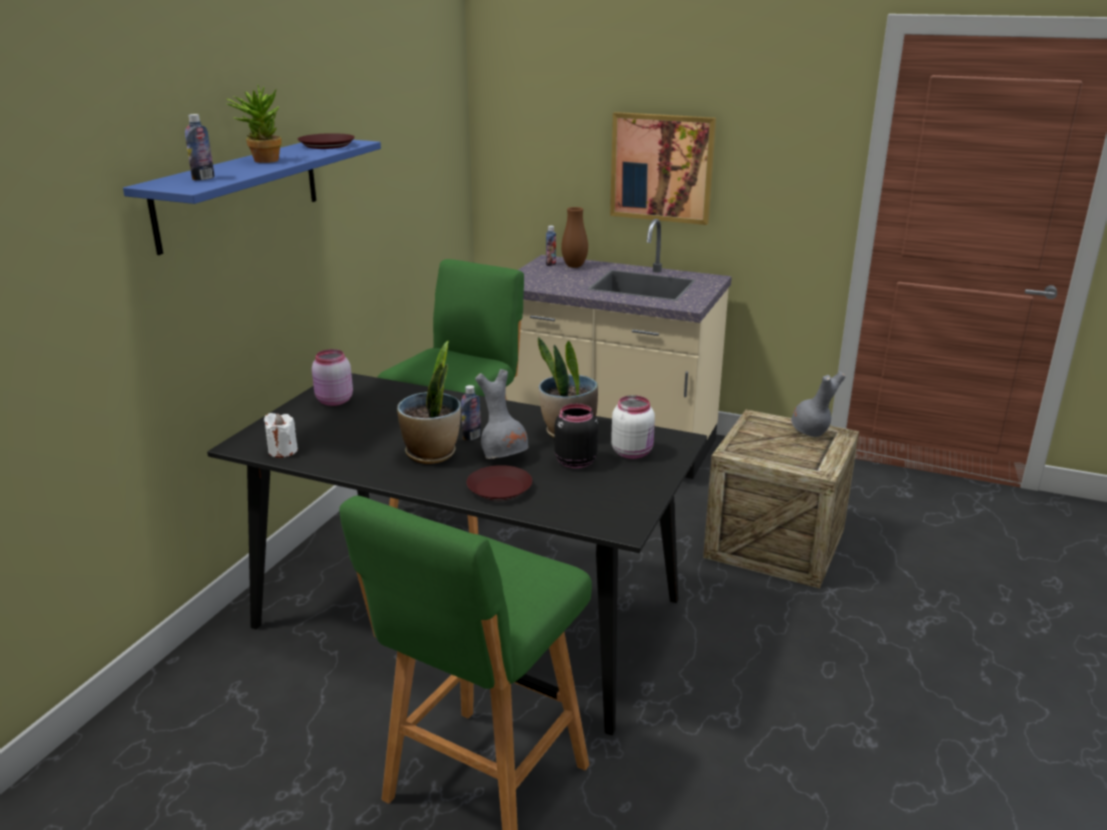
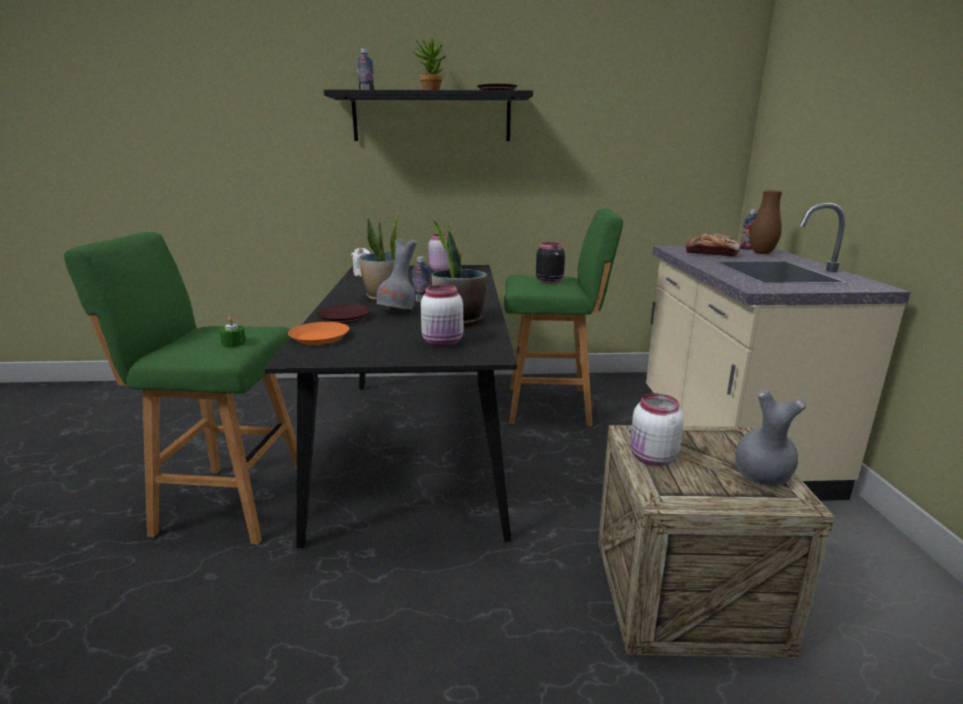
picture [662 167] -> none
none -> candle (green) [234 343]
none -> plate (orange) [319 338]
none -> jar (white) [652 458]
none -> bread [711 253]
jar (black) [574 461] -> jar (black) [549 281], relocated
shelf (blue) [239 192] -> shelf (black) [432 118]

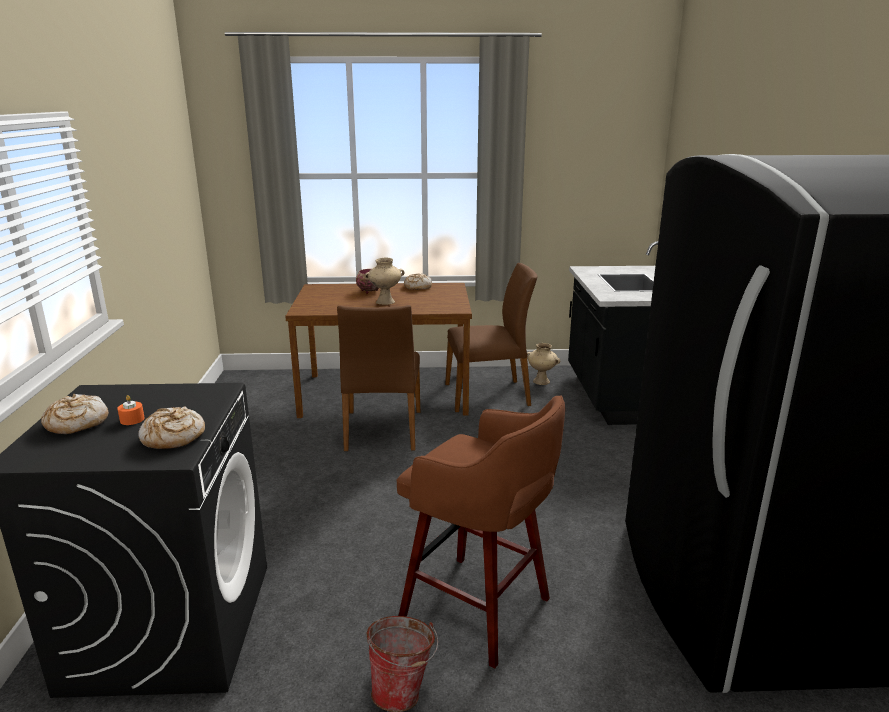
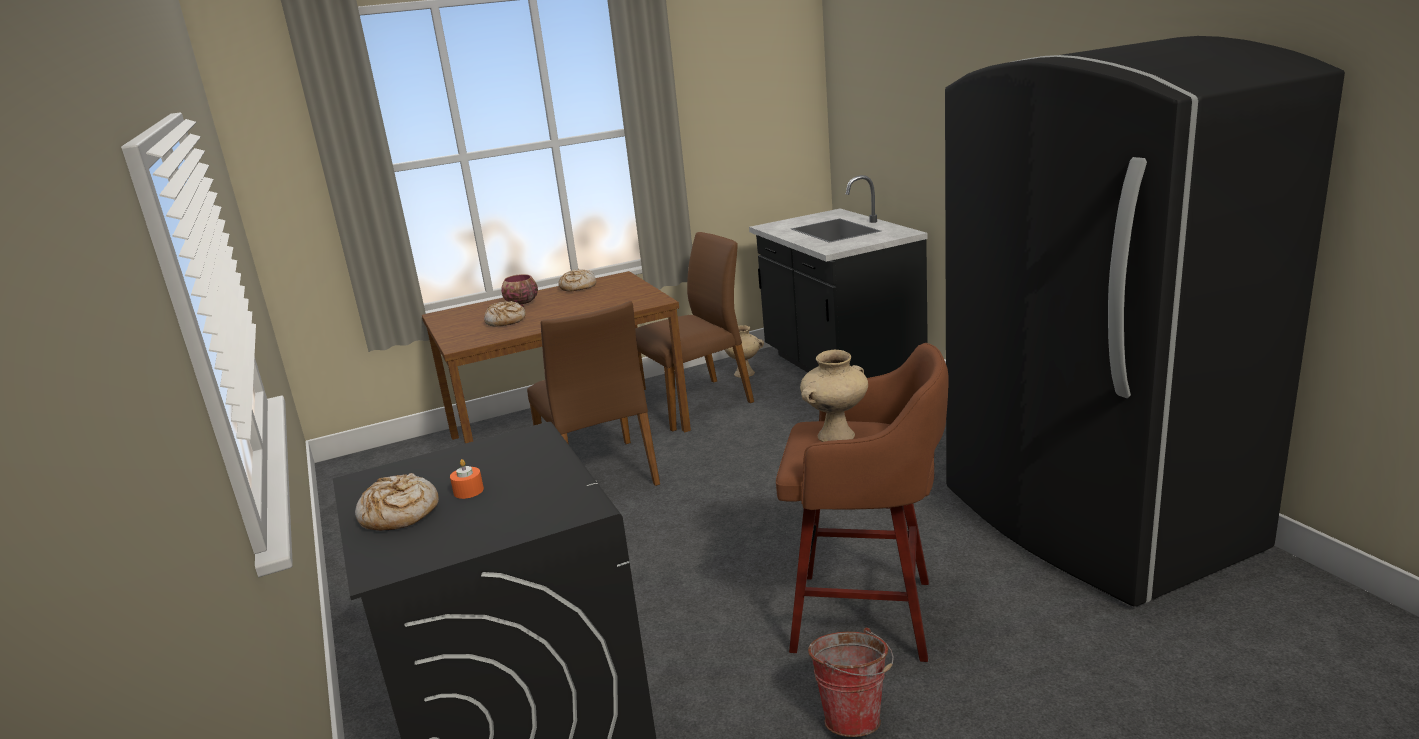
bread [173 437] -> bread [505 321], relocated
vase (beige) [385 302] -> vase (beige) [836 436], relocated

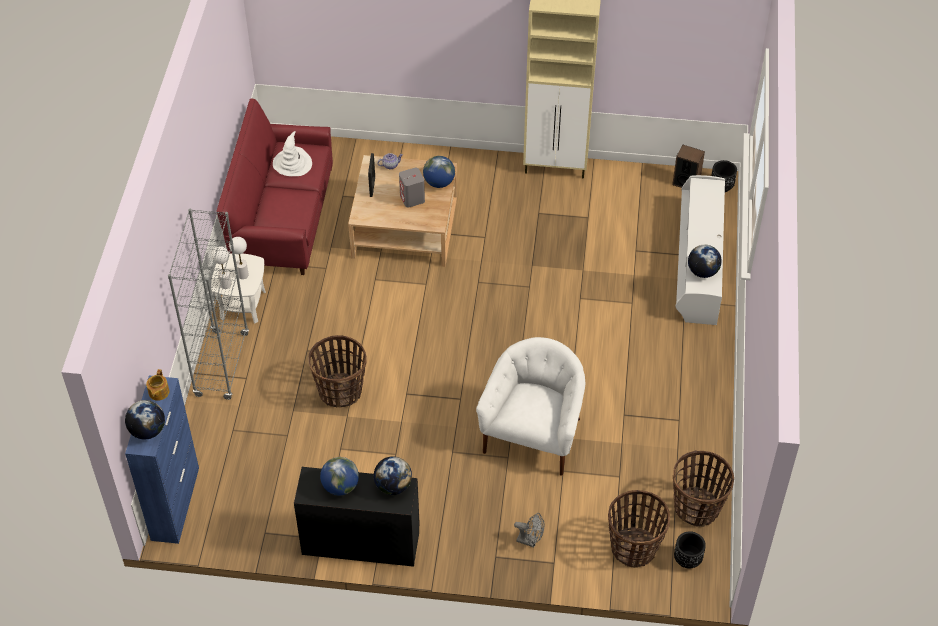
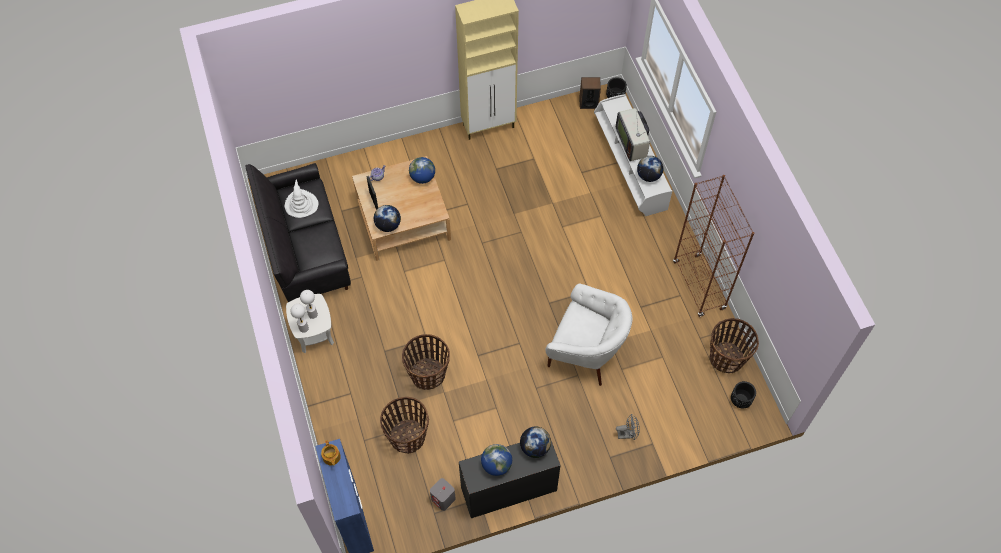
bookcase (grey) [222 365] -> none
none -> television [632 142]
none -> bookcase (brown) [699 286]
globe [147 431] -> globe [388 225], relocated
speaker (grey) [412 199] -> speaker (grey) [443 499], relocated
basket [634 547] -> basket [407 436], relocated
sofa (red) [282 219] -> sofa (black) [305 249]
armchair (white) [533 435] -> armchair (white) [586 350], 120 degrees clockwise

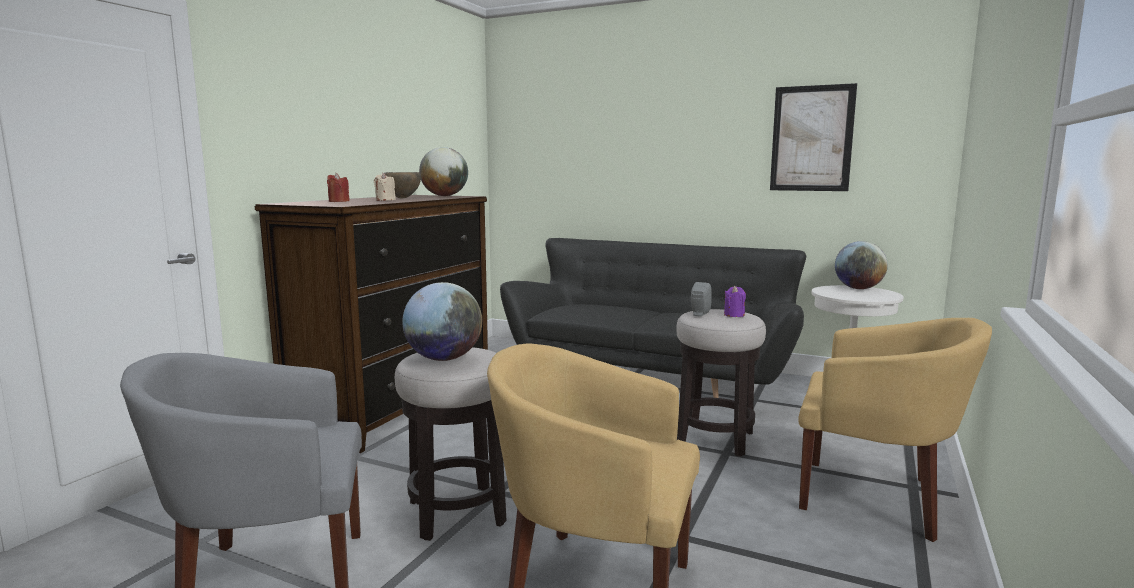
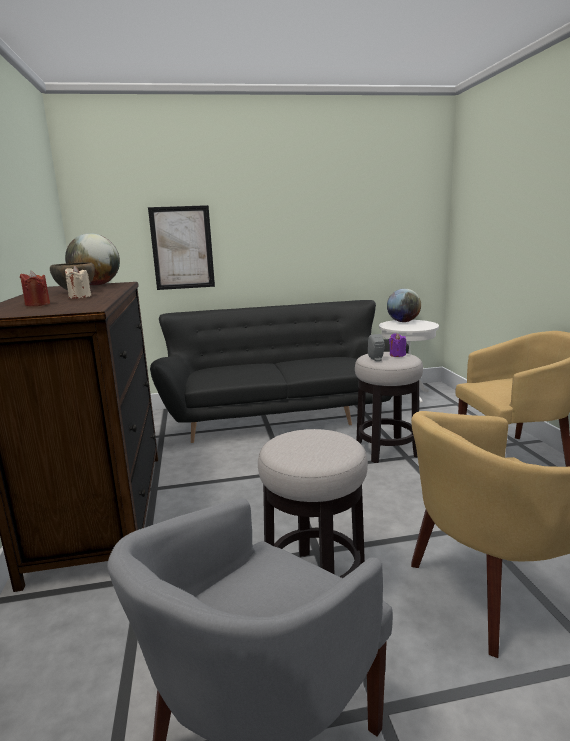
globe [444 359] -> none
picture [812 138] -> picture [182 248], relocated

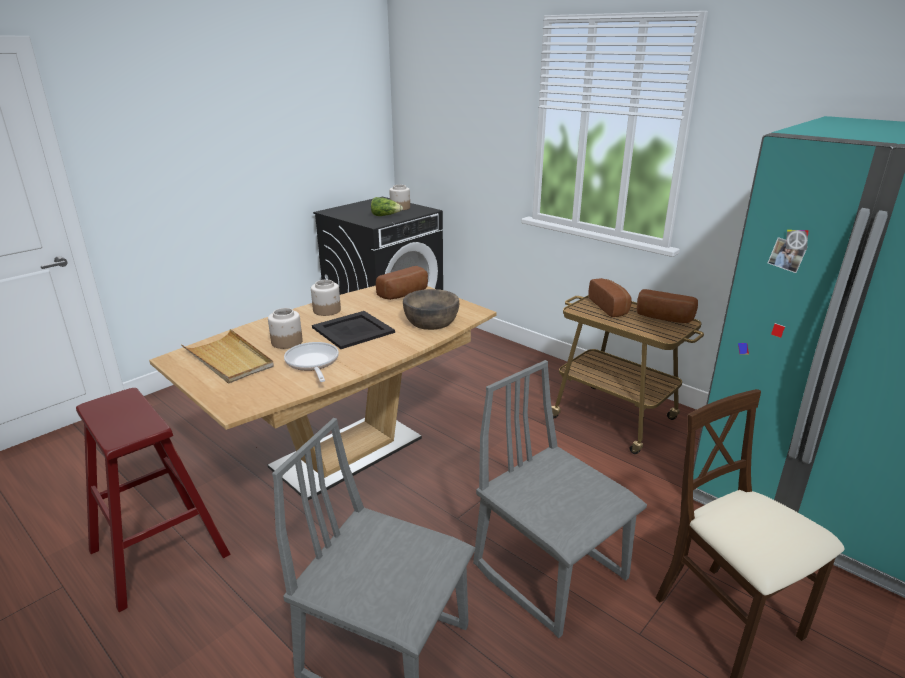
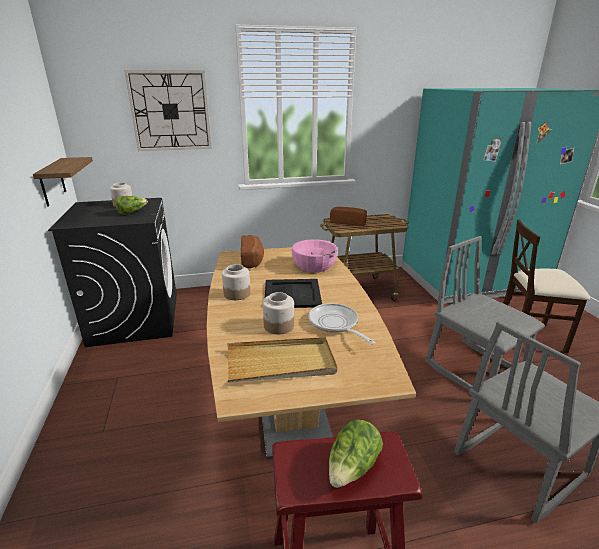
bread [663 318] -> none
none -> shelf [52 182]
none -> wall clock [170 111]
none -> lettuce [353 467]
bowl (brown) [431 321] -> bowl (pink) [314 265]
frying pan [312 363] -> frying pan [335 324], 45 degrees clockwise
chair (grey) [551 571] -> chair (grey) [474 369], 60 degrees clockwise

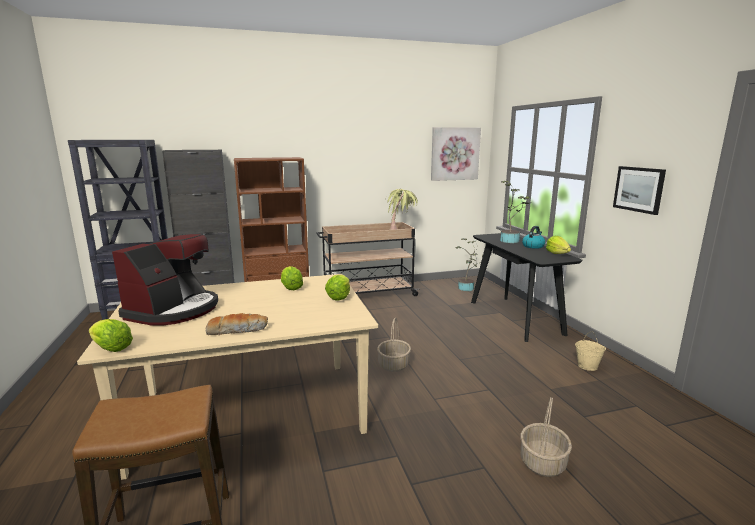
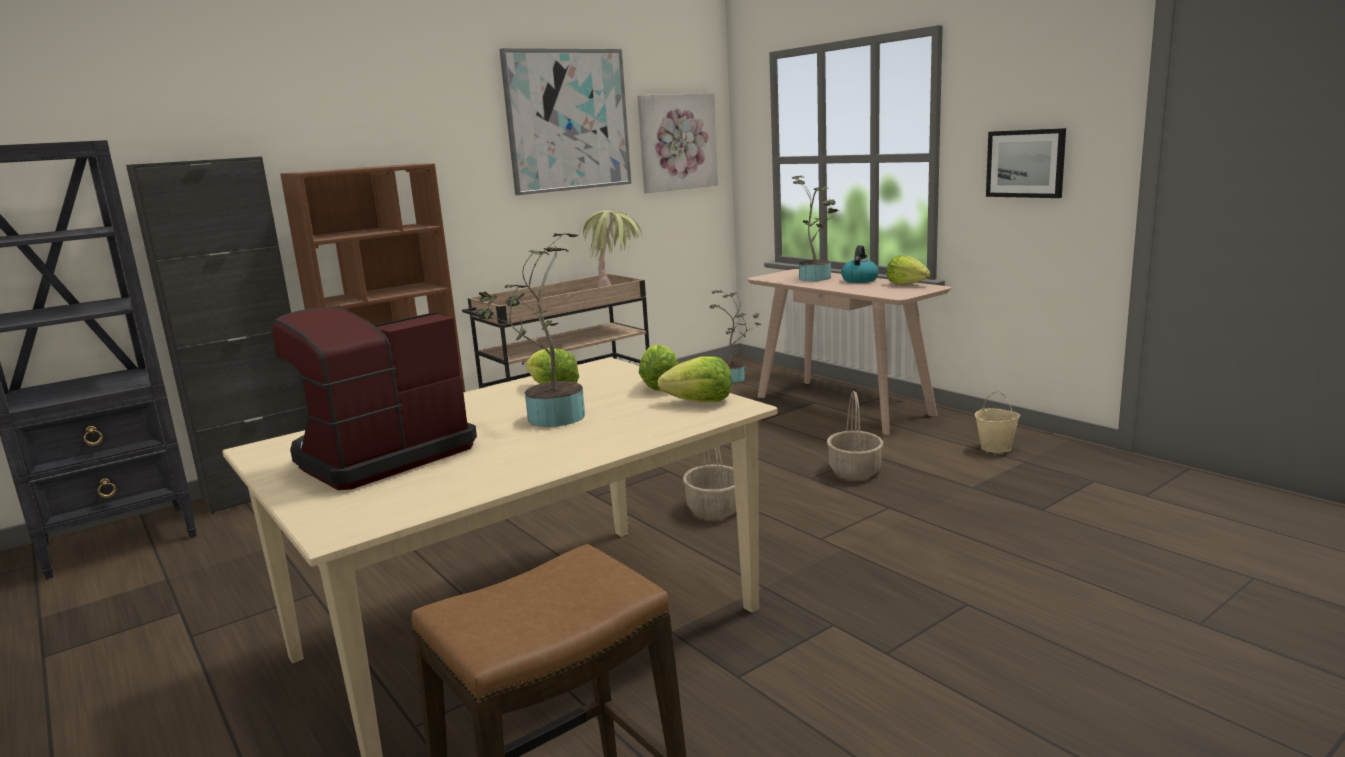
bread [238 330] -> none
none -> potted plant [549 418]
none -> picture [567 120]
lettuce [111 348] -> lettuce [700 402], relocated
basket [542 462] -> basket [854 470], relocated
console table (black) [515 317] -> console table (beige) [843 405]
coffee machine [174 310] -> coffee machine [380 455], 135 degrees counterclockwise

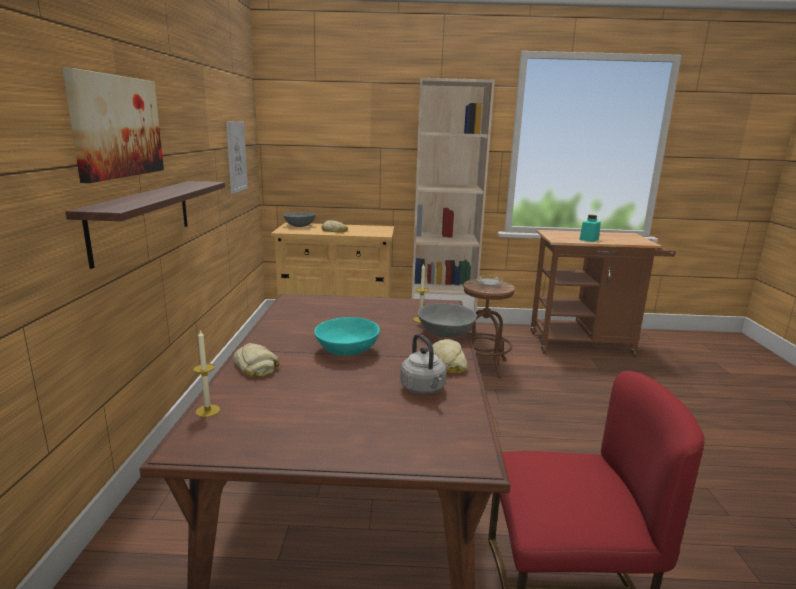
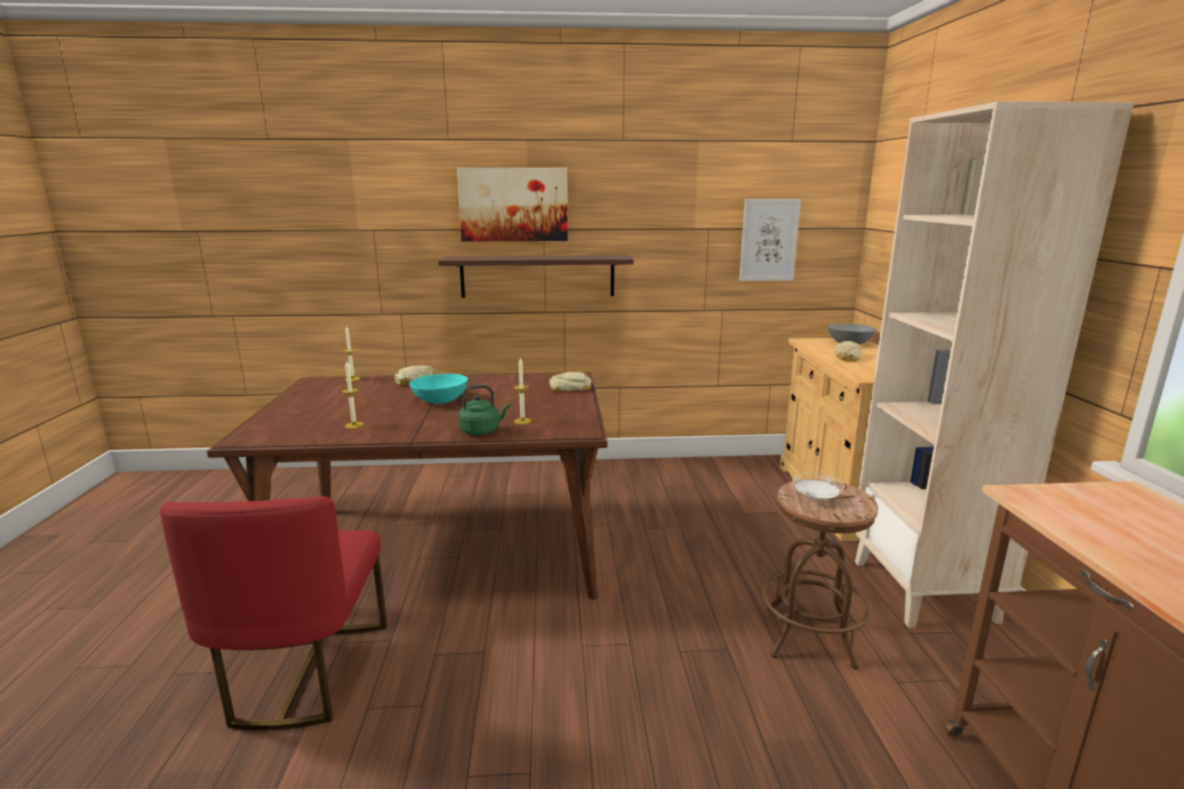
jar (turquoise) [589 239] -> none
bread [447 363] -> bread [569 388], relocated
kettle (grey) [424 389] -> candle [354 425]
bowl (grey) [445 333] -> kettle (green) [482 431]

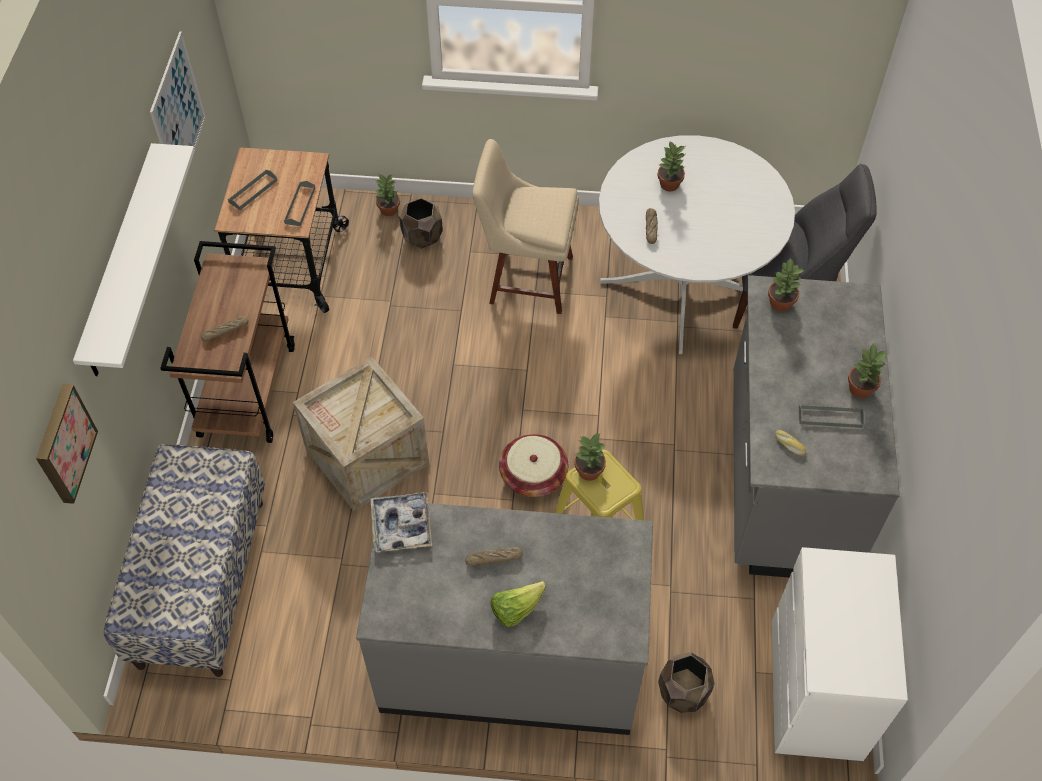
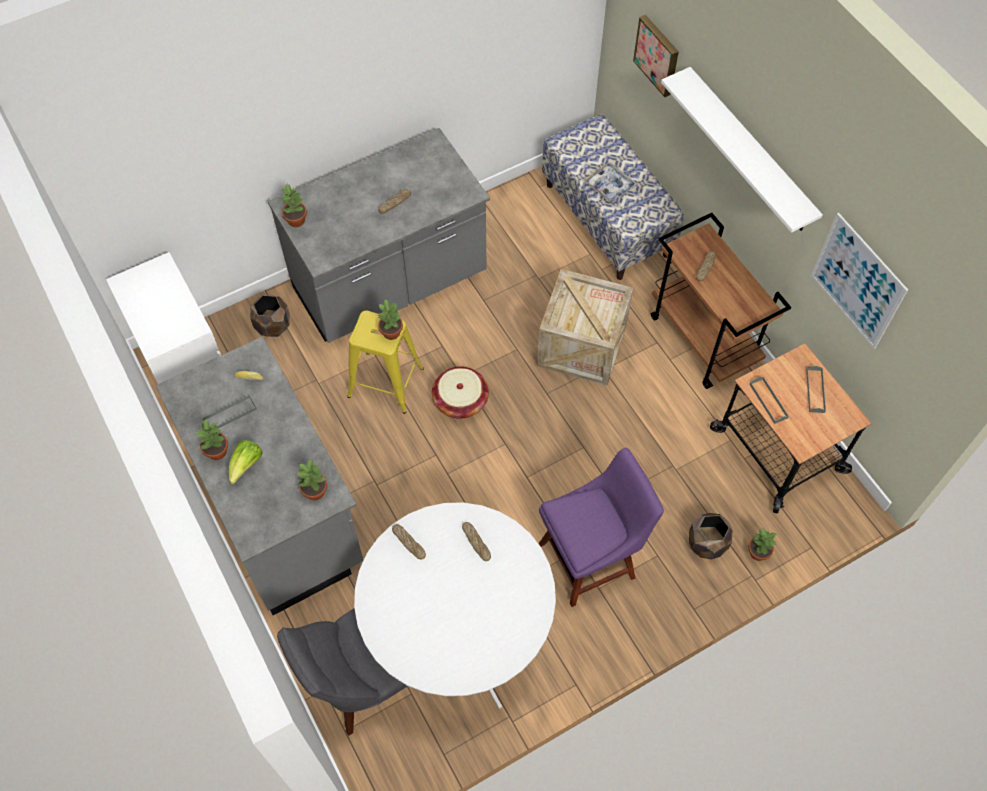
none -> bread [409 543]
tray [401 525] -> tray [609 186], relocated
lettuce [516 609] -> lettuce [246 465], relocated
potted plant [669 185] -> potted plant [296 220], relocated
chair (beige) [526 279] -> chair (purple) [591 558]

